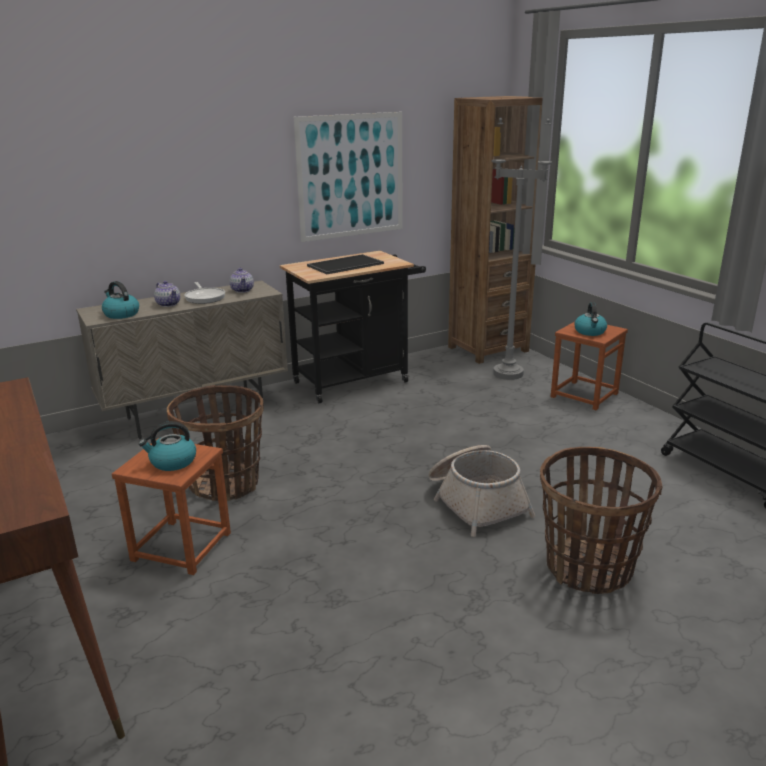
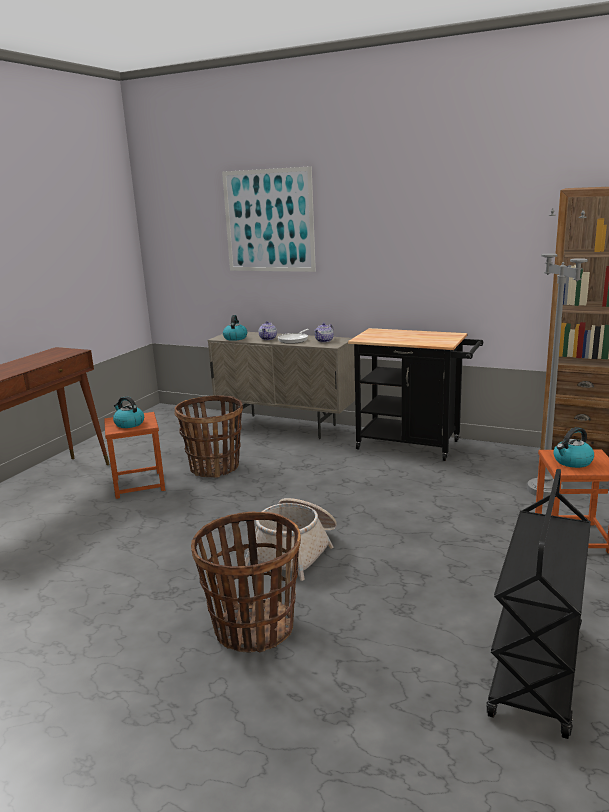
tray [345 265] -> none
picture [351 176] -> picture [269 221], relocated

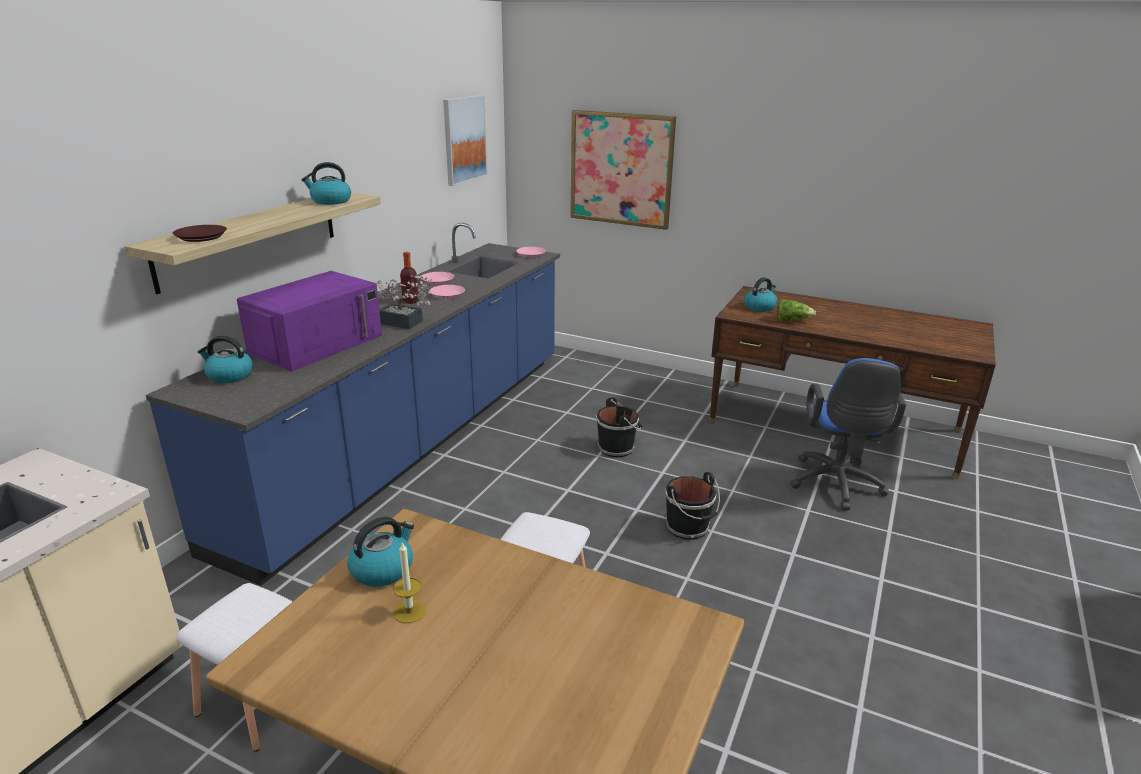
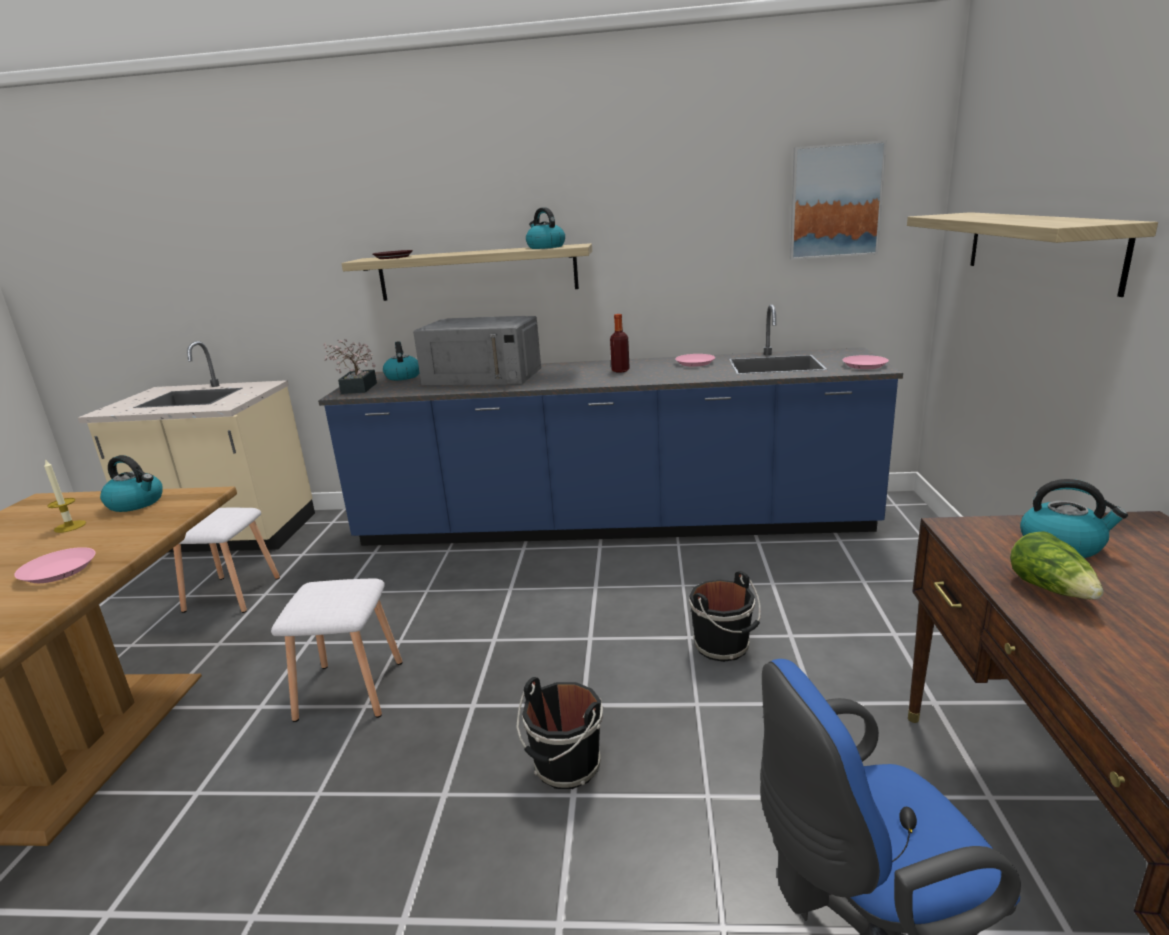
potted plant [404 323] -> potted plant [357 389], relocated
plate (pink) [447 294] -> plate (pink) [59 571], relocated
picture [621 169] -> shelf [1038 247]
microwave (purple) [317 343] -> microwave (grey) [484 376]

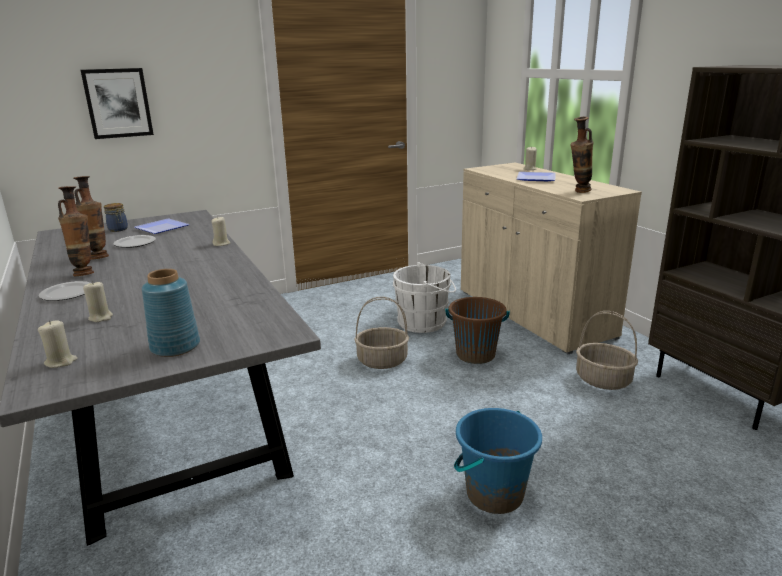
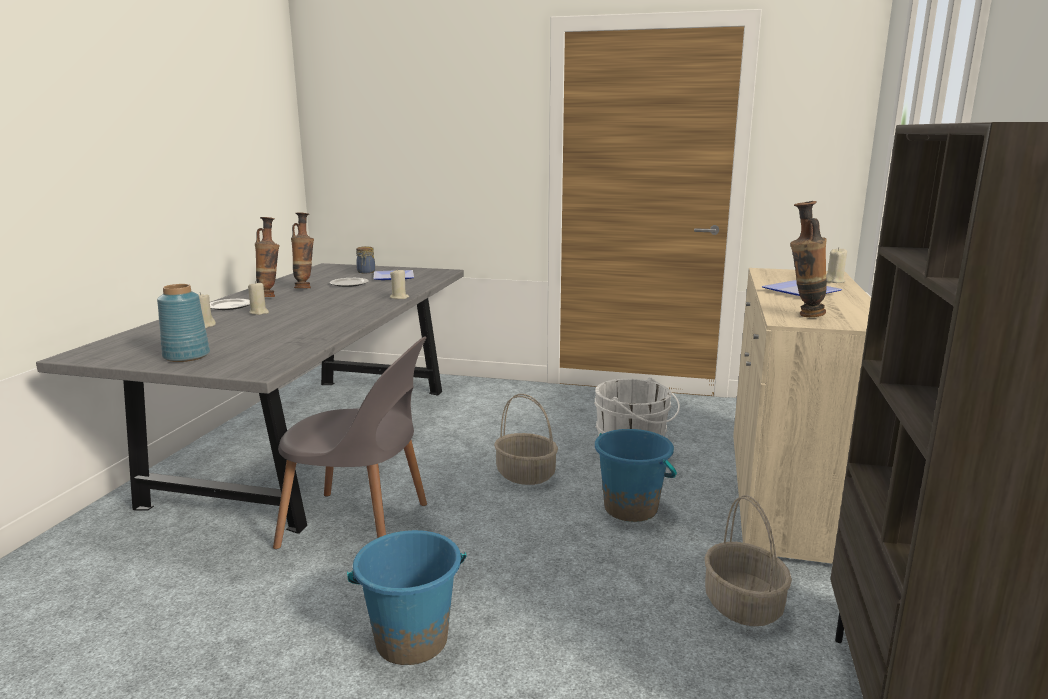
picture [118 103] -> none
none -> chair (grey) [361 526]
candle (beige) [61 362] -> candle (beige) [259 312], relocated
bucket (brown) [475 354] -> bucket (blue) [631 508]

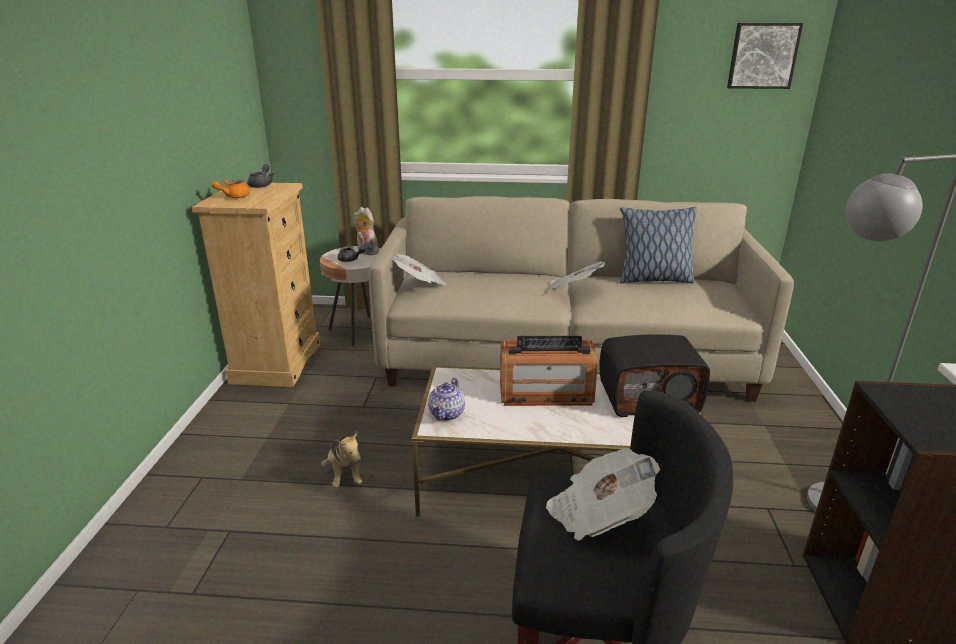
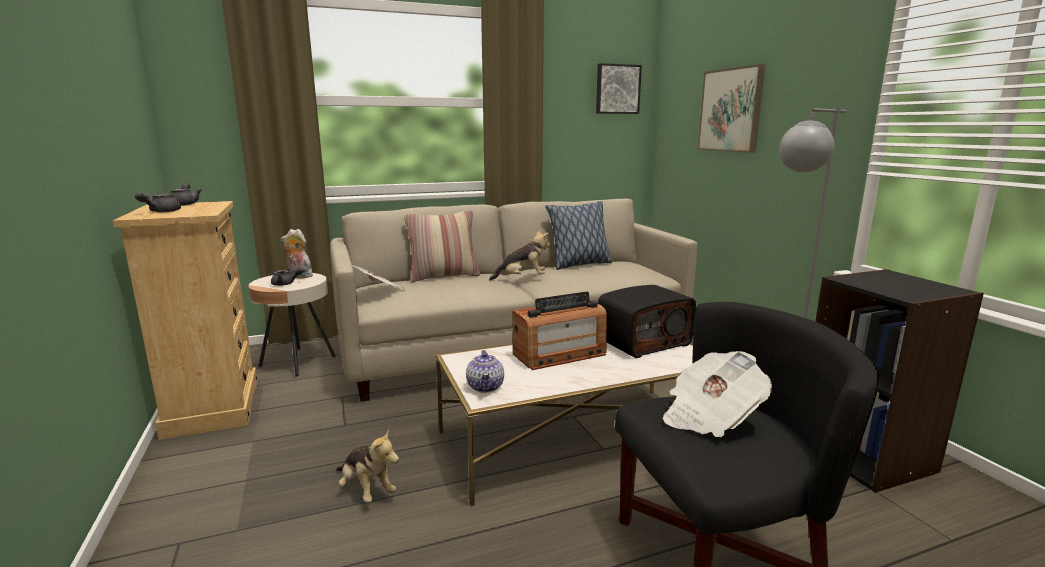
none -> pillow [443 276]
none -> picture [731 110]
newspaper [573 289] -> plush toy [522 278]
teapot (orange) [233 197] -> teapot (grey) [160 211]

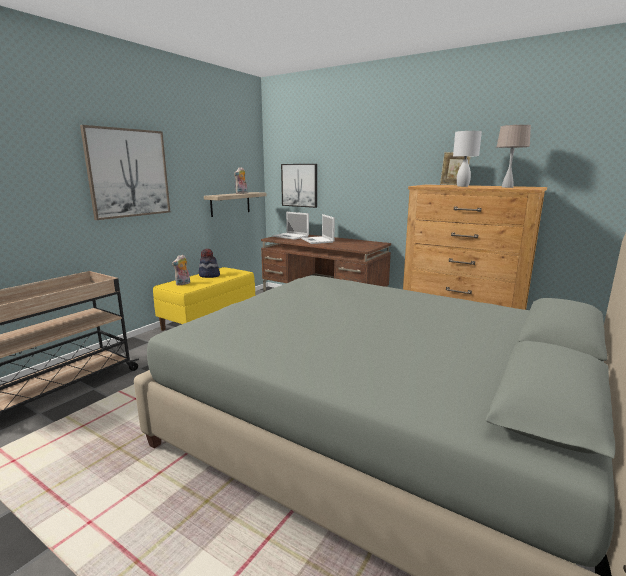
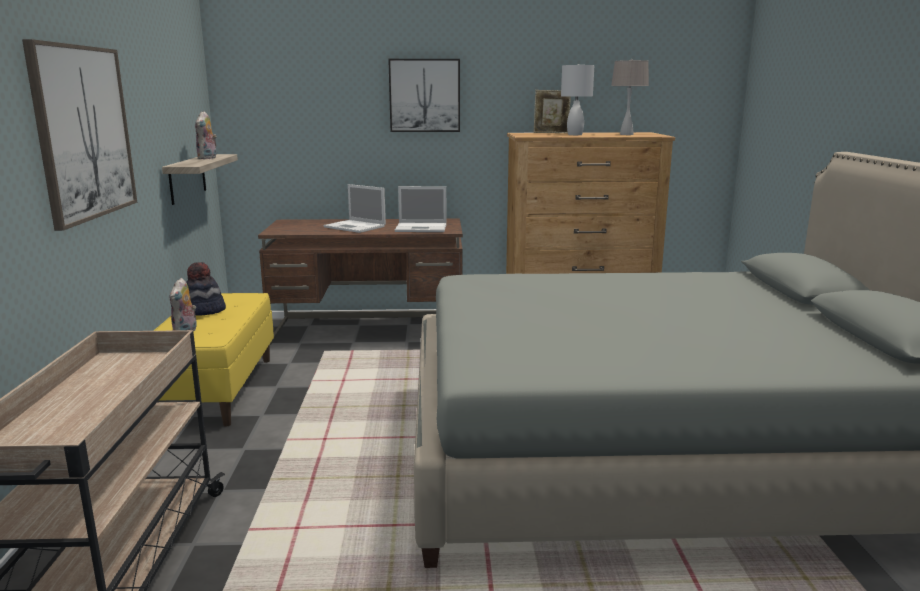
laptop [291 236] -> laptop [422 228], relocated
picture [299 185] -> picture [424 95], relocated

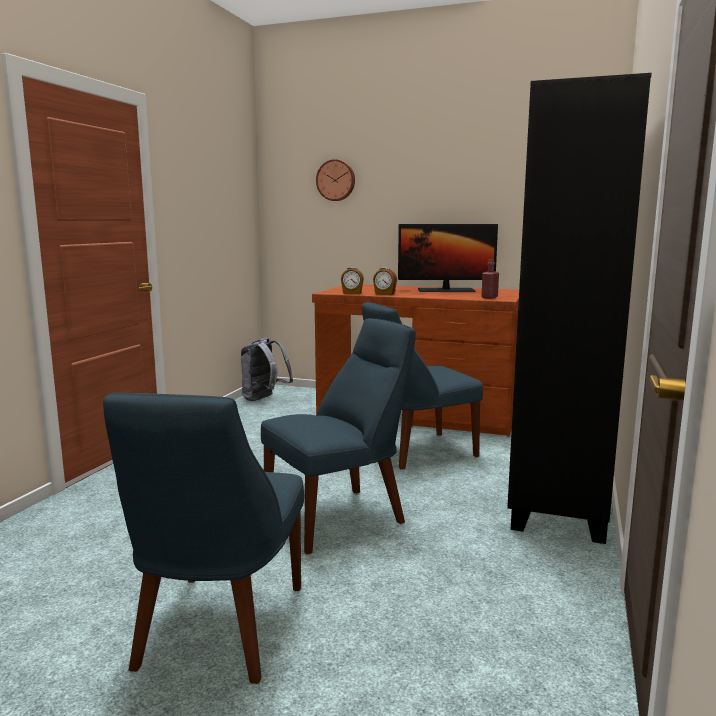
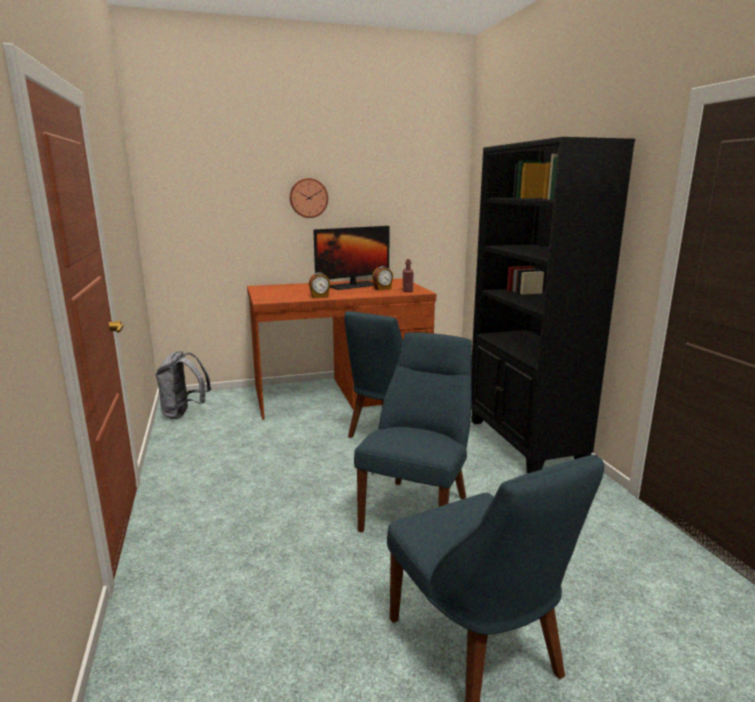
wall clock [336 180] -> wall clock [308 198], relocated
alarm clock [352 293] -> alarm clock [382 289], relocated

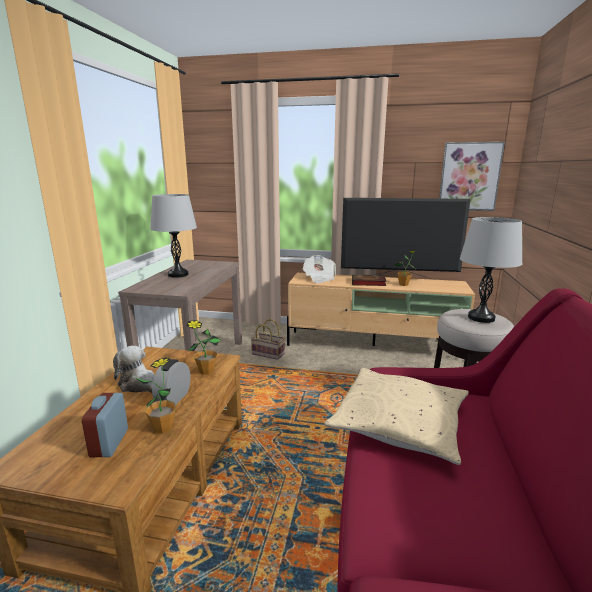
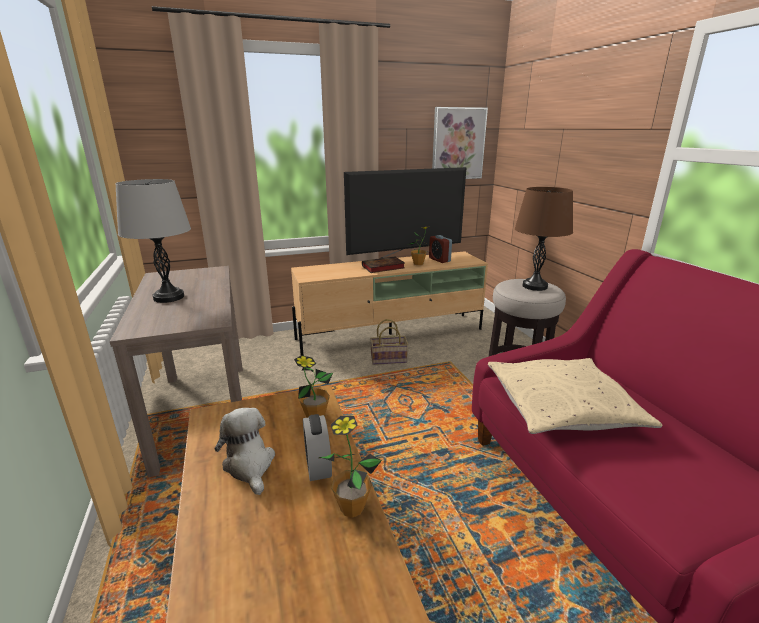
newspaper [319 278] -> none
alarm clock [109 443] -> alarm clock [439 260], relocated
basket [269 353] -> basket [389 359], relocated
table lamp (grey) [481 318] -> table lamp (brown) [534 286]
plush toy [139 385] -> plush toy [249 465], 60 degrees clockwise

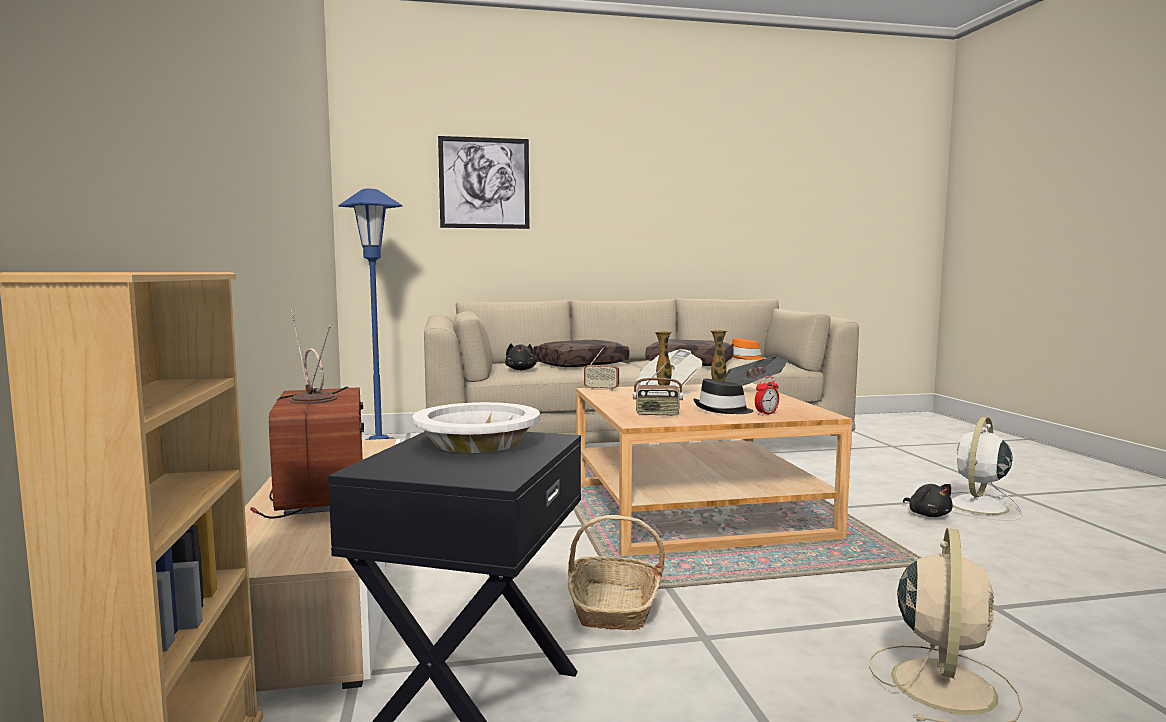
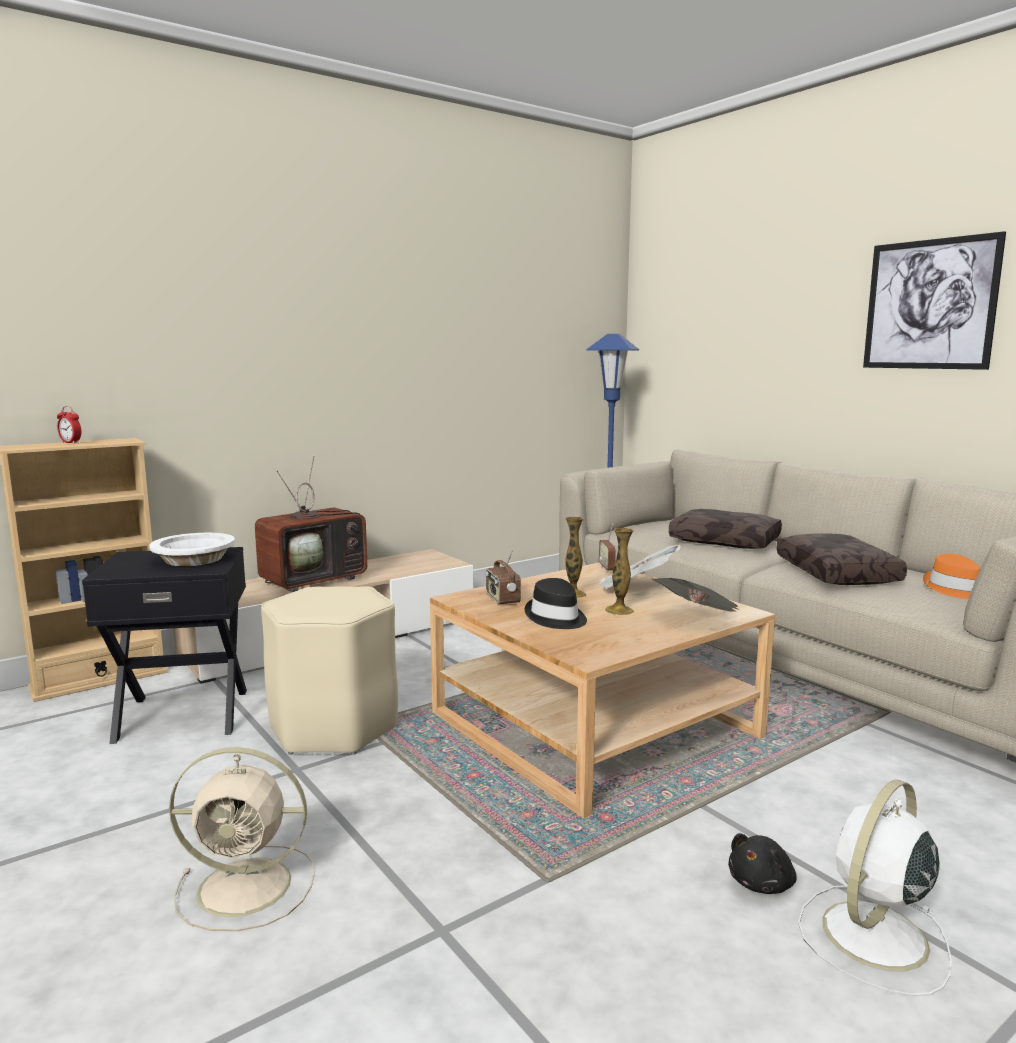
plush toy (black) [521 370] -> none
picture [484 183] -> picture [929 304], relocated
alarm clock [766 414] -> alarm clock [71 443], relocated
basket [613 607] -> stool (beige) [333 728]
fan (white) [977 507] -> fan (white) [872 937], 60 degrees counterclockwise

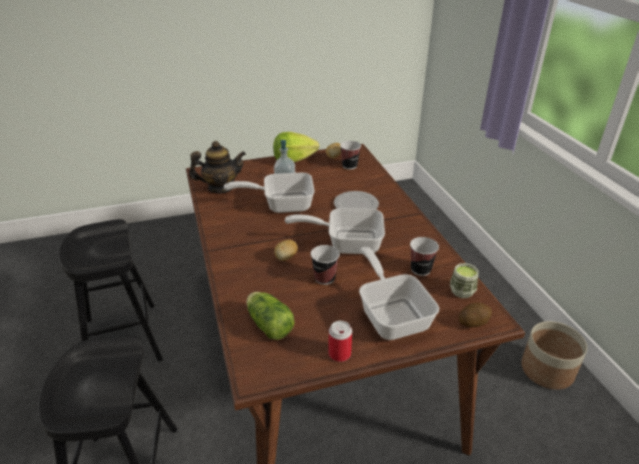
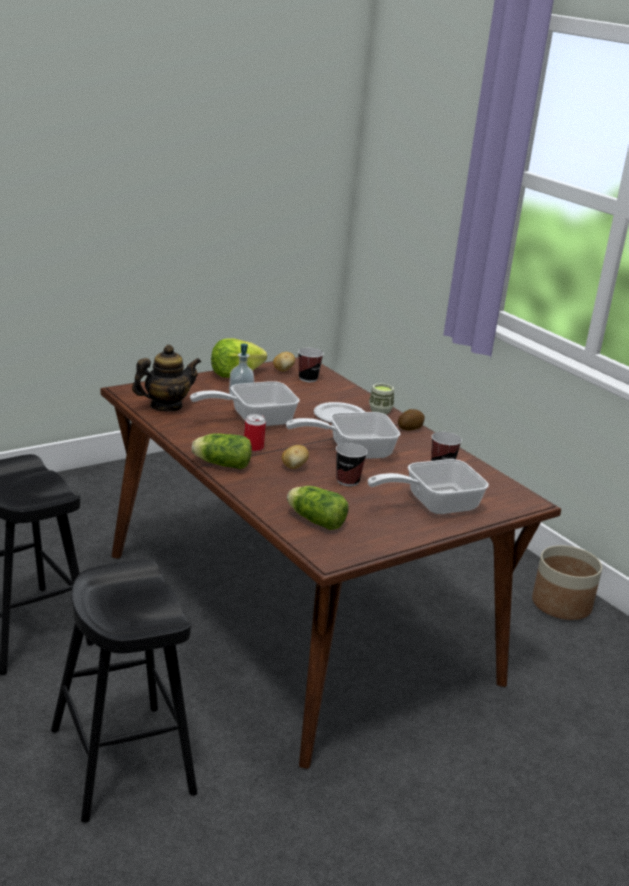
none -> lettuce [220 464]
can [339 354] -> can [253 448], relocated
cup [462 291] -> cup [380 410], relocated
potato [473 322] -> potato [410 428], relocated
frying pan [392 314] -> frying pan [433 504], 75 degrees counterclockwise

